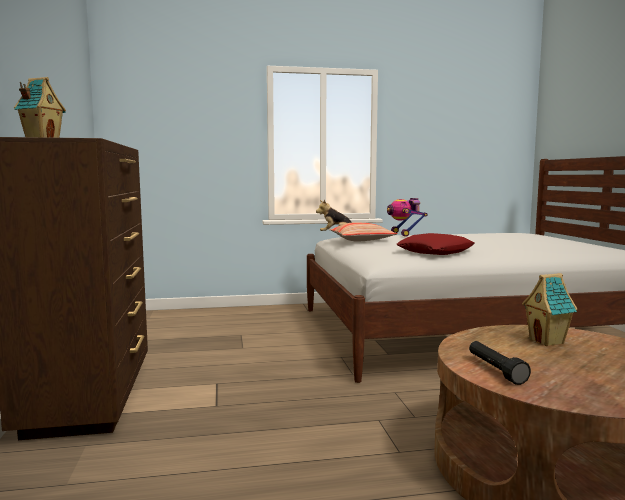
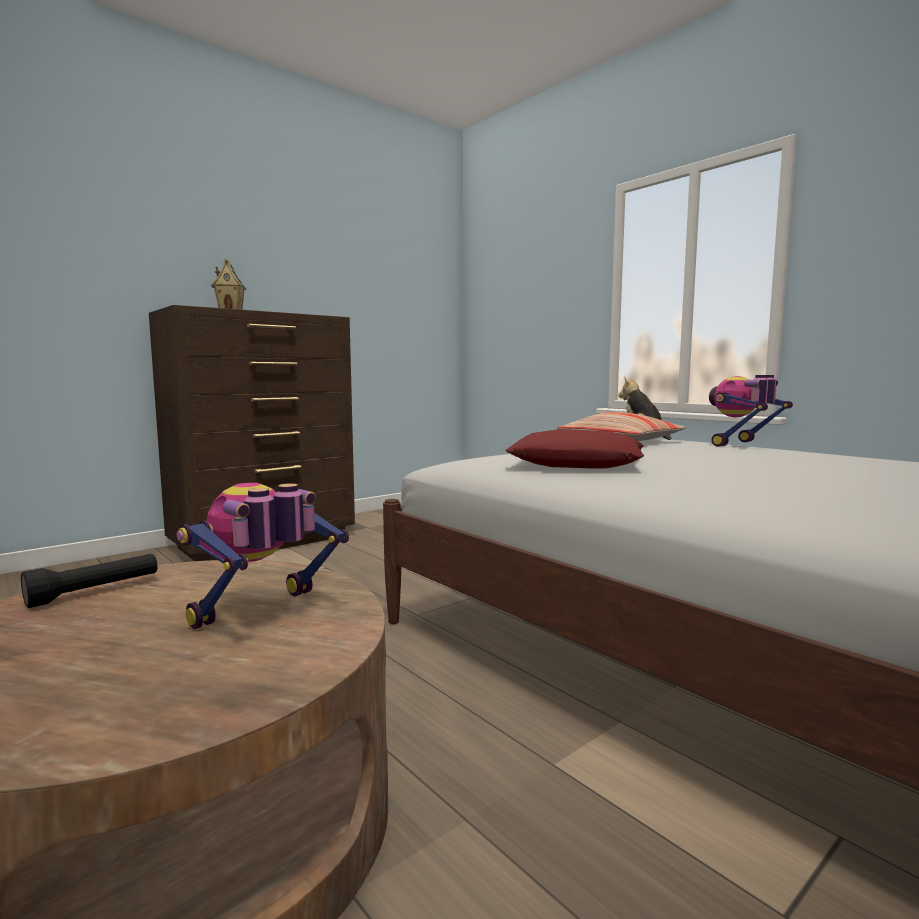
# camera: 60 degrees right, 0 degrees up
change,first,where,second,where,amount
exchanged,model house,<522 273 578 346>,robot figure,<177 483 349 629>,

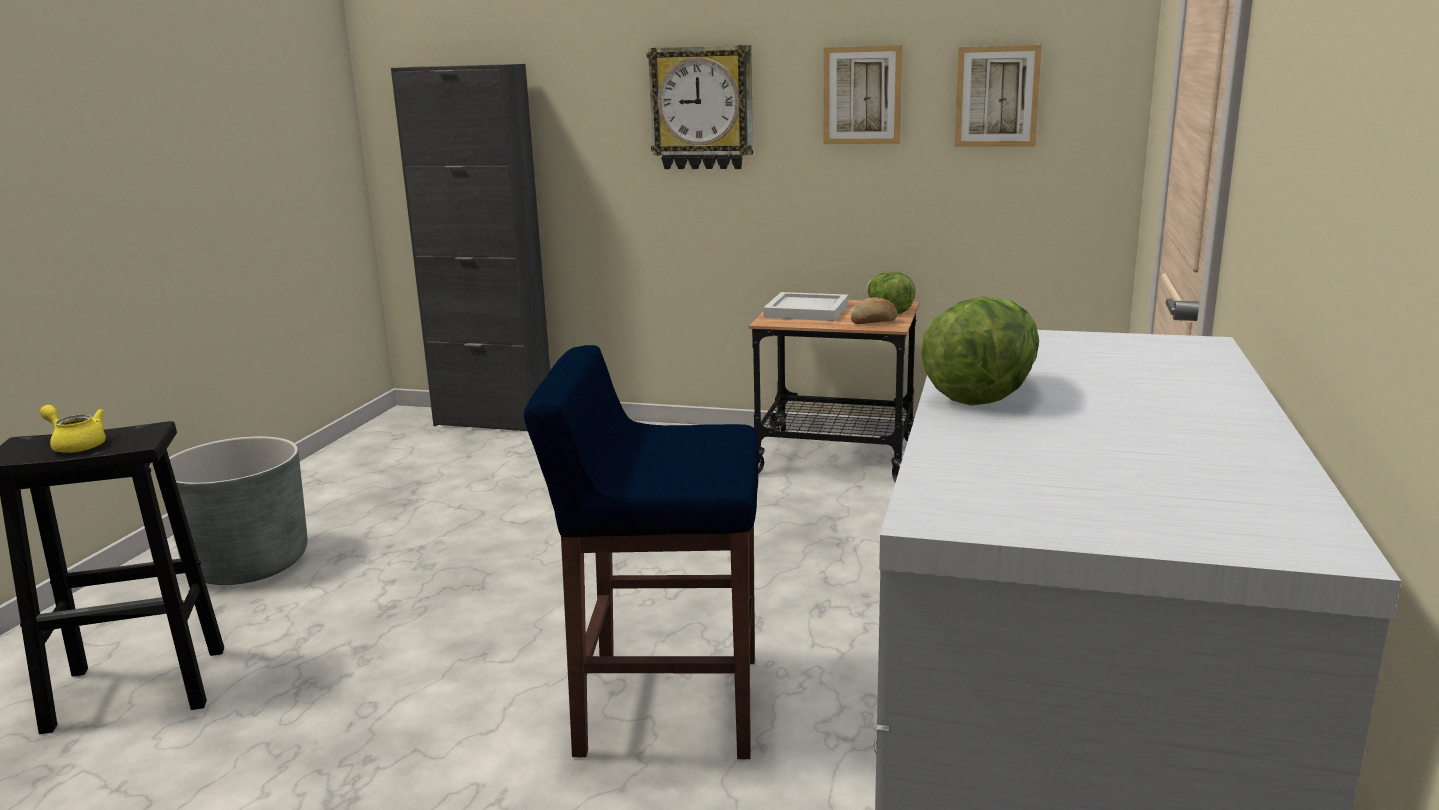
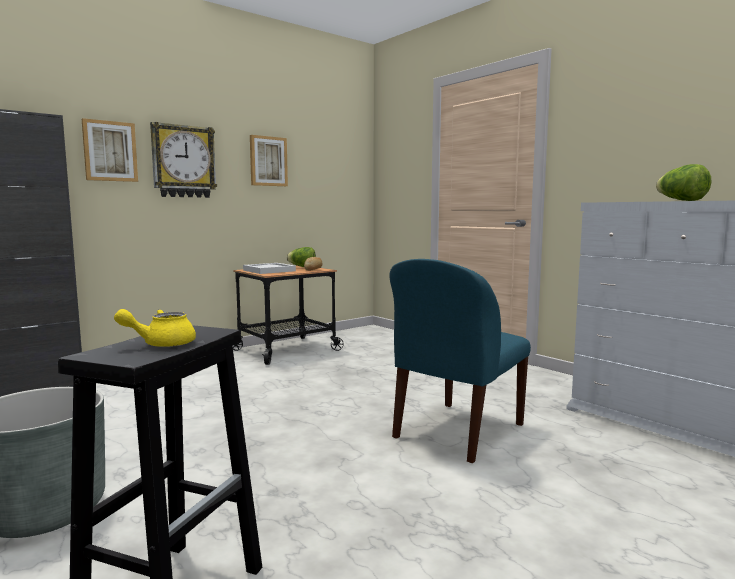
# camera: 55 degrees left, 10 degrees down
change,first,where,second,where,amount
exchanged,stool seat (bluish),<524 345 759 760>,plain chair (bluish),<389 259 531 463>,
relocated,wall picture,<955 45 1042 147>,,<82 118 138 182>,

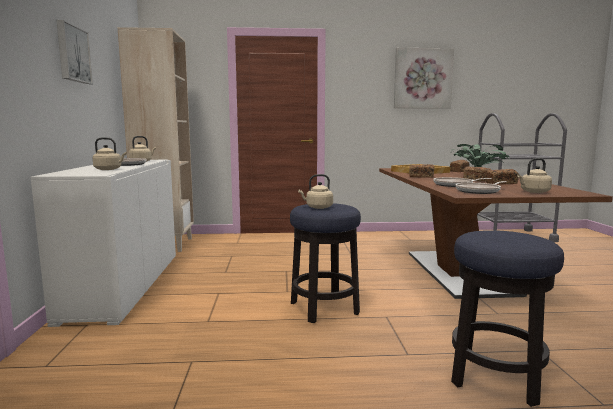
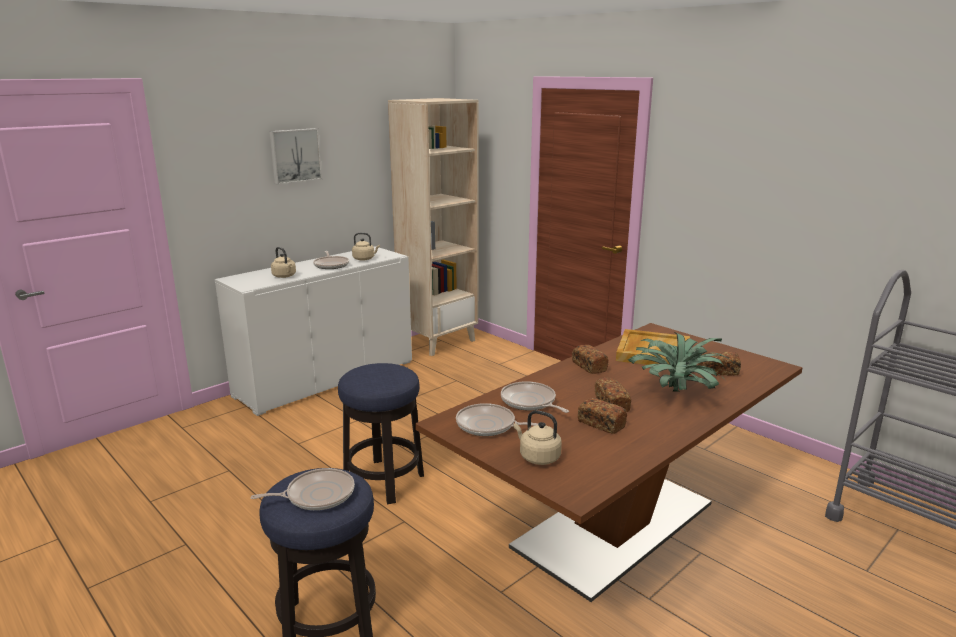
# camera: 50 degrees right, 10 degrees up
change,first,where,second,where,amount
missing,kettle (beige-coloured),<298 174 333 209>,,,
missing,wall picture,<394 48 454 108>,,,
appeared,,,skillet,<250 468 355 510>,

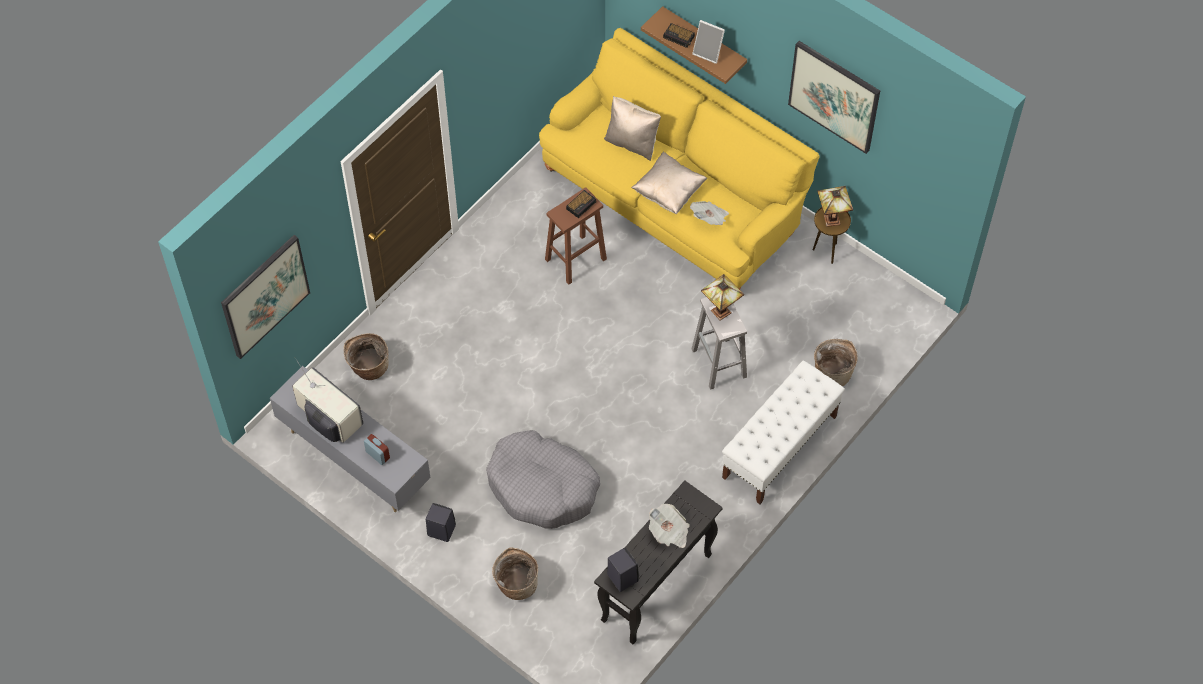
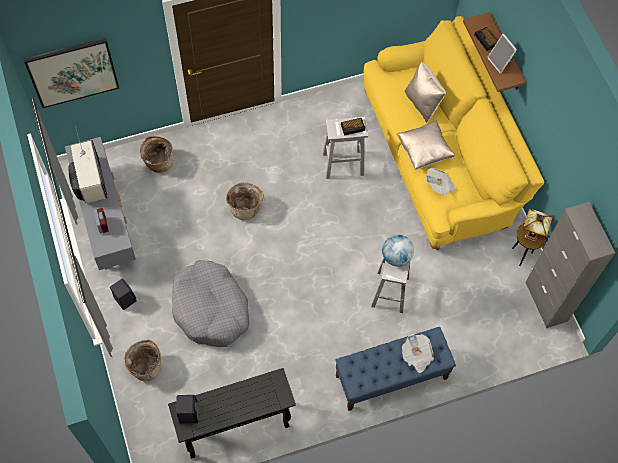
# camera: 30 degrees right, 5 degrees up
change,first,where,second,where,amount
colour,stool seat (brownish),<545 187 607 285>,stool seat (white),<323 116 368 179>,
relocated,daily paper,<649 504 690 548>,,<402 333 434 373>,
exchanged,table lamp,<701 274 744 320>,globe,<382 235 414 267>,
colour,long seat (white),<722 361 845 504>,long seat (bluish),<336 327 456 411>,
missing,wall picture,<788 41 880 154>,,,
relocated,household basket,<814 339 858 386>,,<226 182 264 220>,
appeared,,,cupboard (grey),<525 202 615 328>,

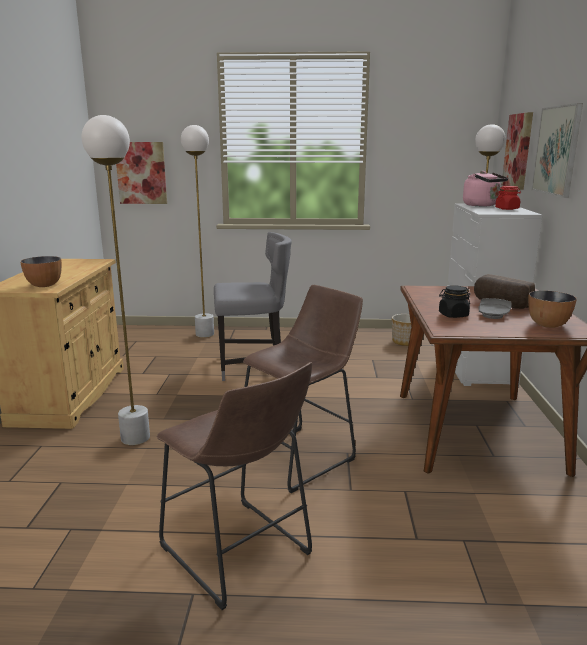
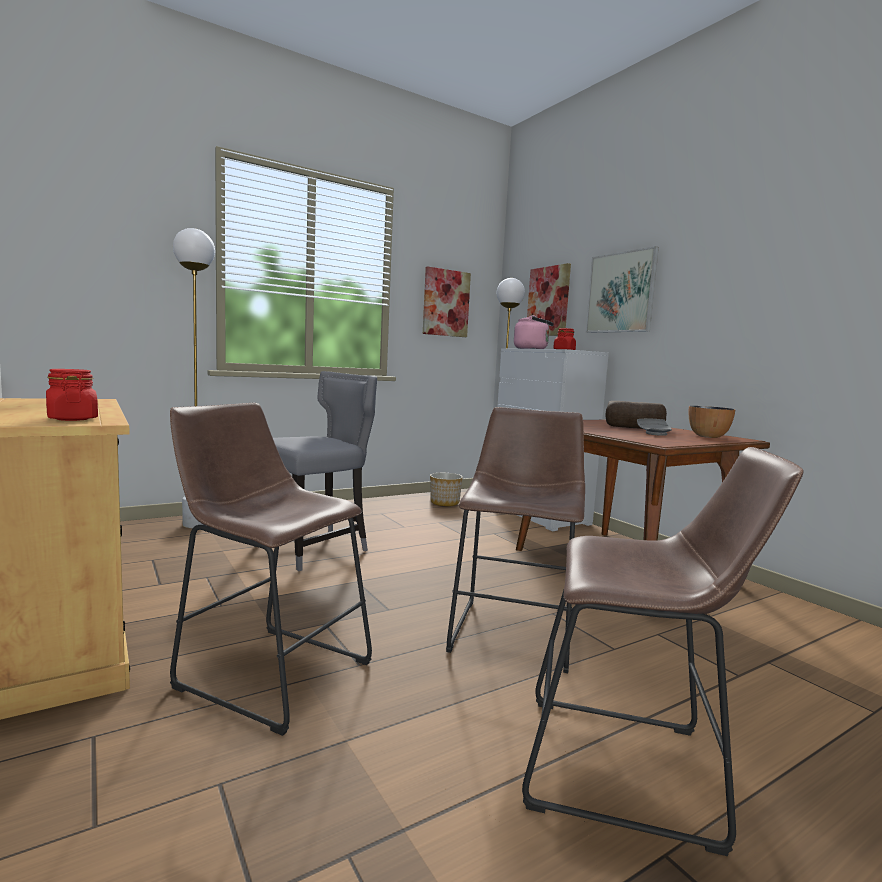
# camera: 35 degrees left, 10 degrees down
change,first,where,second,where,amount
exchanged,serving bowl,<20 256 62 287>,jar (red-coloured),<46 369 98 421>,
exchanged,floor lamp (white),<81 115 150 445>,stool seat (brownish),<170 403 372 736>,
relocated,wall picture,<116 142 167 204>,,<423 266 471 337>,
missing,jar (black-coloured),<439 285 470 318>,,,

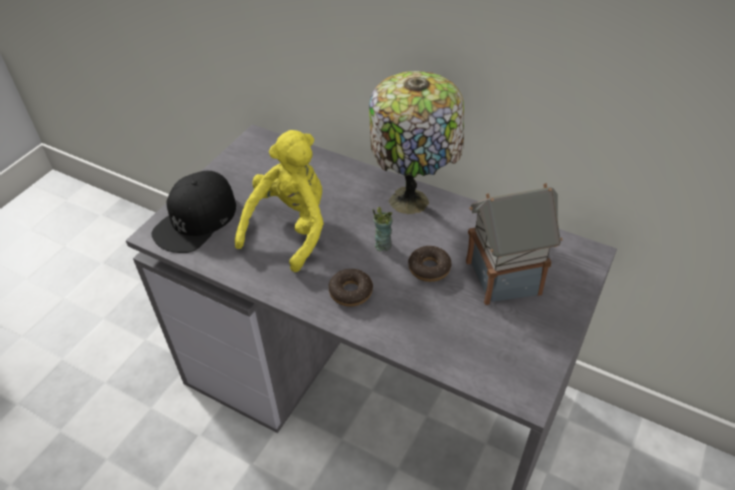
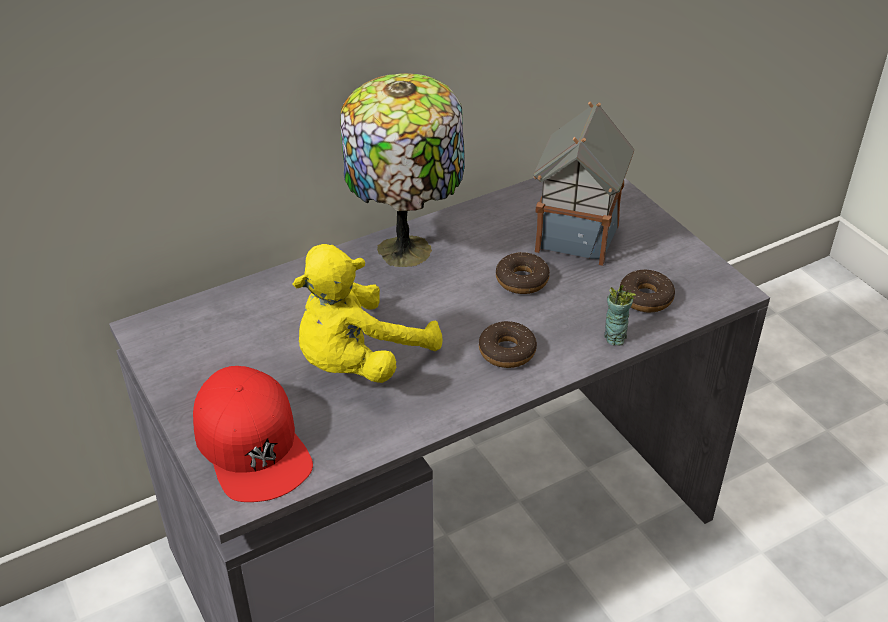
# camera: 60 degrees left, 5 degrees down
change,first,where,second,where,amount
colour,cap (black-coloured),<151 171 236 253>,cap (red-coloured),<193 366 313 502>,
spun,cuddly toy (yellow),<235 130 324 272>,,<293 244 442 383>,105 degrees counterclockwise
relocated,drinking cup,<372 207 392 251>,,<604 285 636 346>,
appeared,,,ring doughnut,<620 270 675 312>,

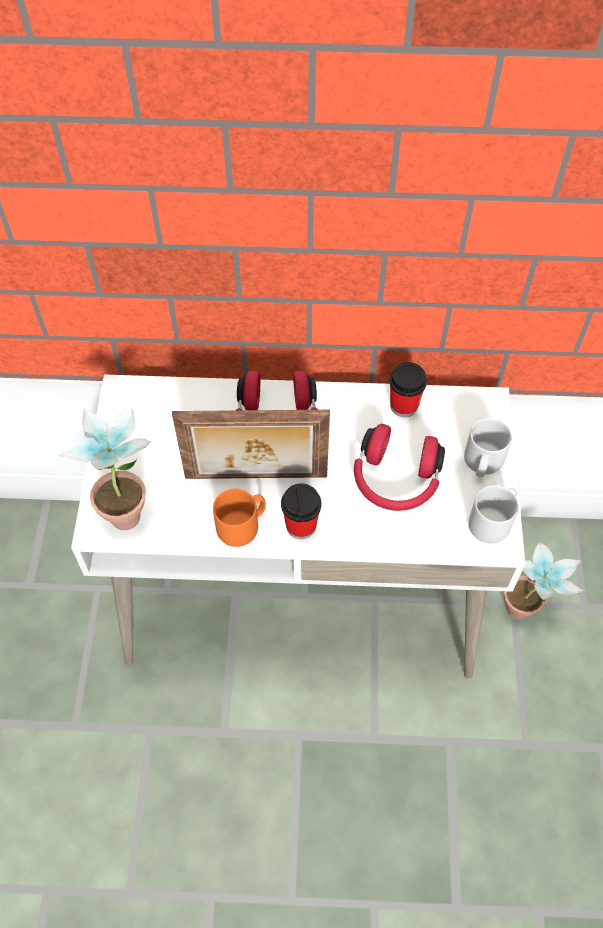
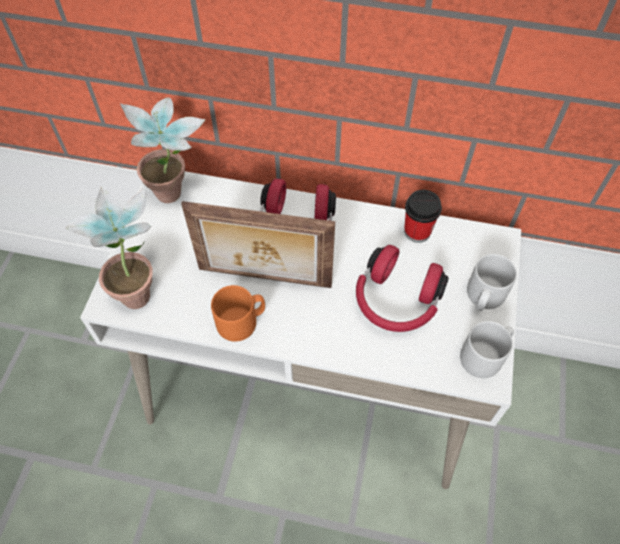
# camera: 10 degrees right, 0 degrees up
change,first,where,second,where,amount
missing,drinking cup,<281 483 321 539>,,,
relocated,houseplant,<504 542 584 619>,,<120 97 206 203>,

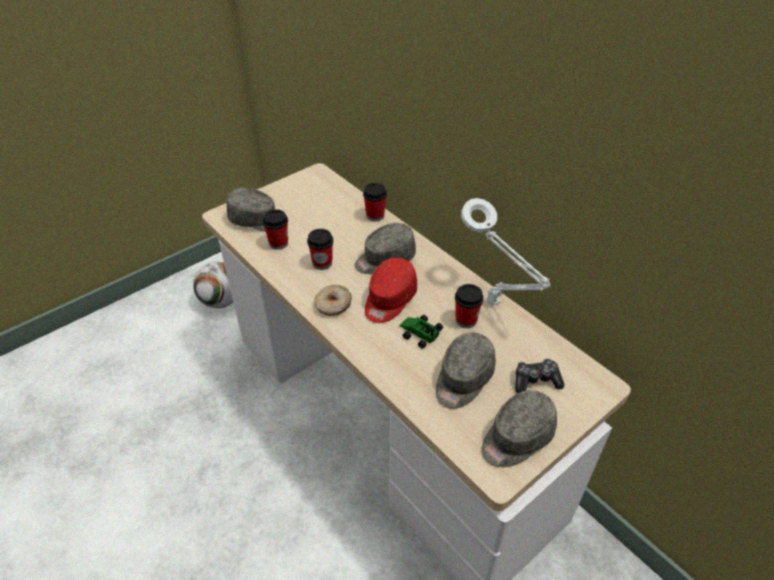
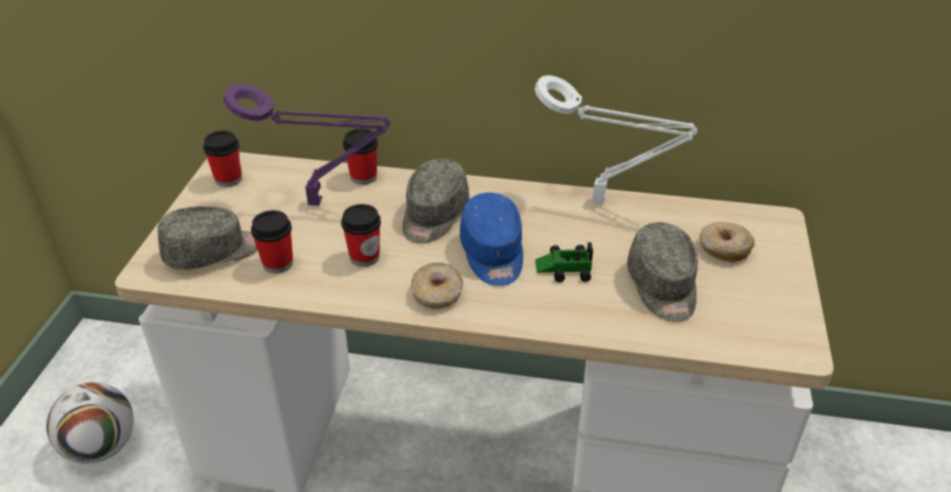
# camera: 40 degrees left, 5 degrees down
change,first,where,second,where,amount
colour,cap (red-coloured),<365 258 417 323>,cap (bluish),<460 192 523 286>,
relocated,drinking cup,<455 284 484 328>,,<203 131 242 187>,
missing,cap (grey),<481 390 557 467>,,,
exchanged,gamepad,<515 359 564 393>,ring doughnut,<700 222 755 263>,
appeared,,,table lamp (purplish),<223 84 391 206>,

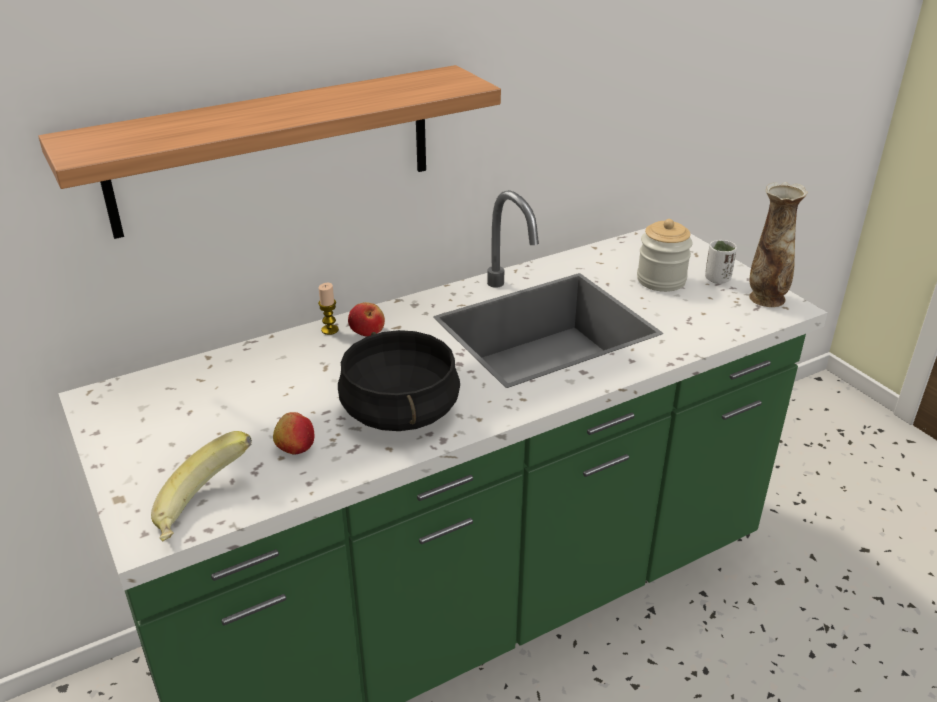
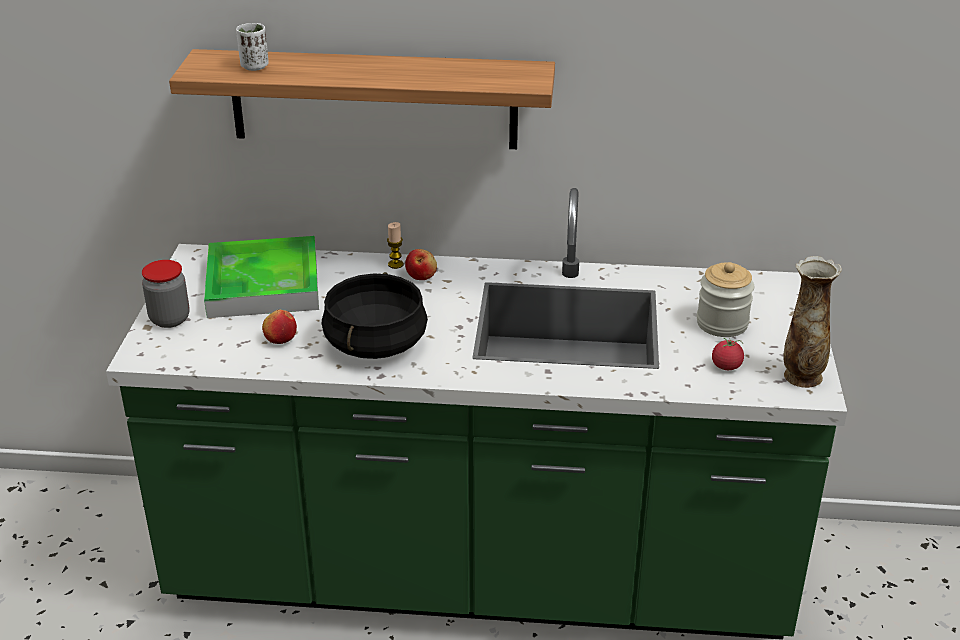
# camera: 35 degrees right, 0 degrees up
change,first,where,second,where,amount
missing,whole banana,<151 431 252 541>,,,
relocated,drinking cup (white),<705 240 737 284>,,<236 23 269 71>,
appeared,,,jar,<142 260 190 328>,
appeared,,,tray,<204 236 319 318>,
appeared,,,tomato,<712 338 744 370>,

